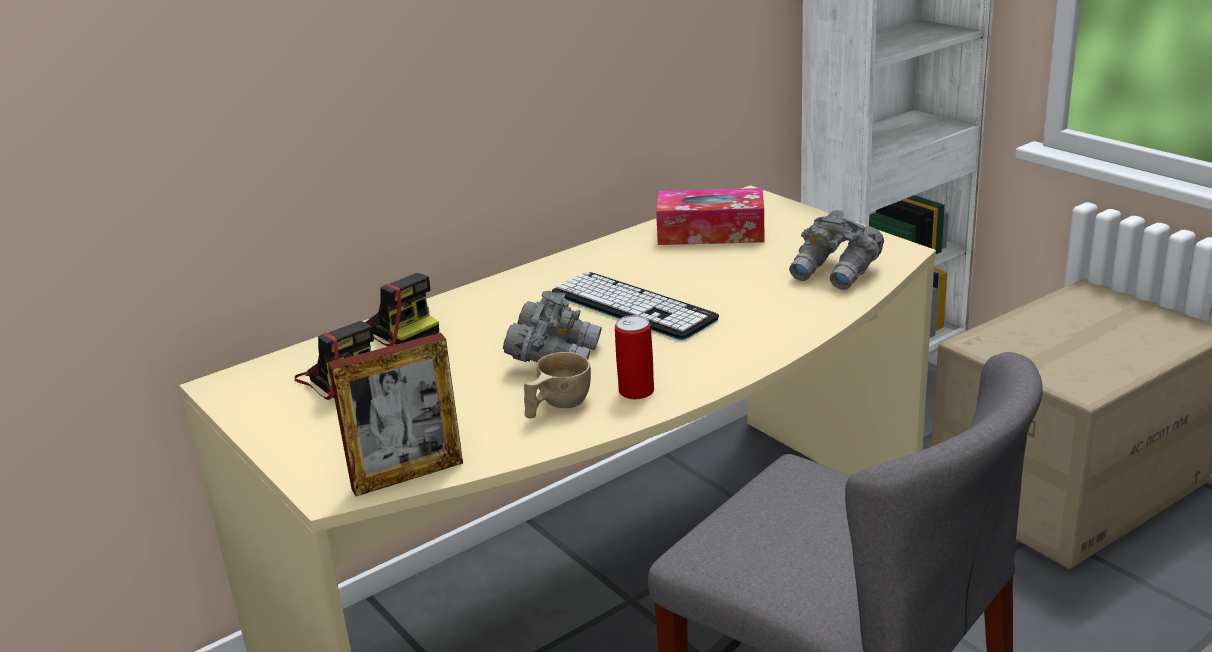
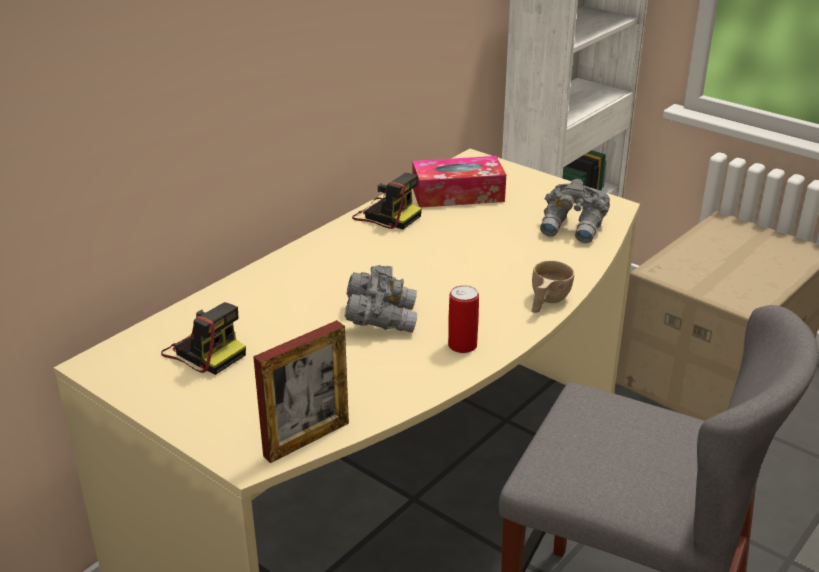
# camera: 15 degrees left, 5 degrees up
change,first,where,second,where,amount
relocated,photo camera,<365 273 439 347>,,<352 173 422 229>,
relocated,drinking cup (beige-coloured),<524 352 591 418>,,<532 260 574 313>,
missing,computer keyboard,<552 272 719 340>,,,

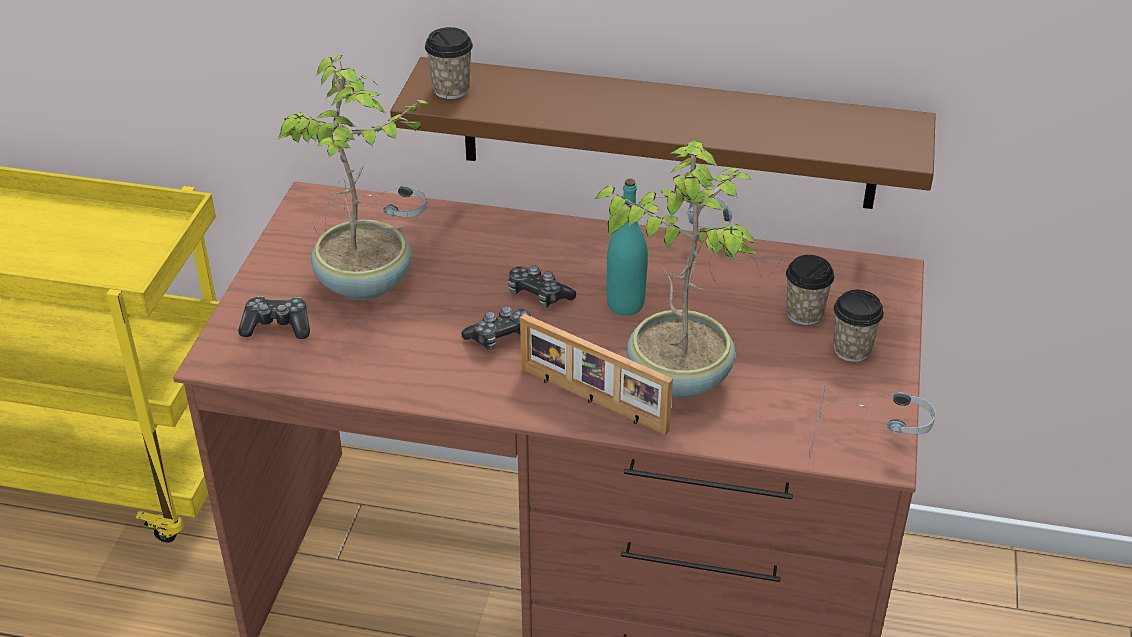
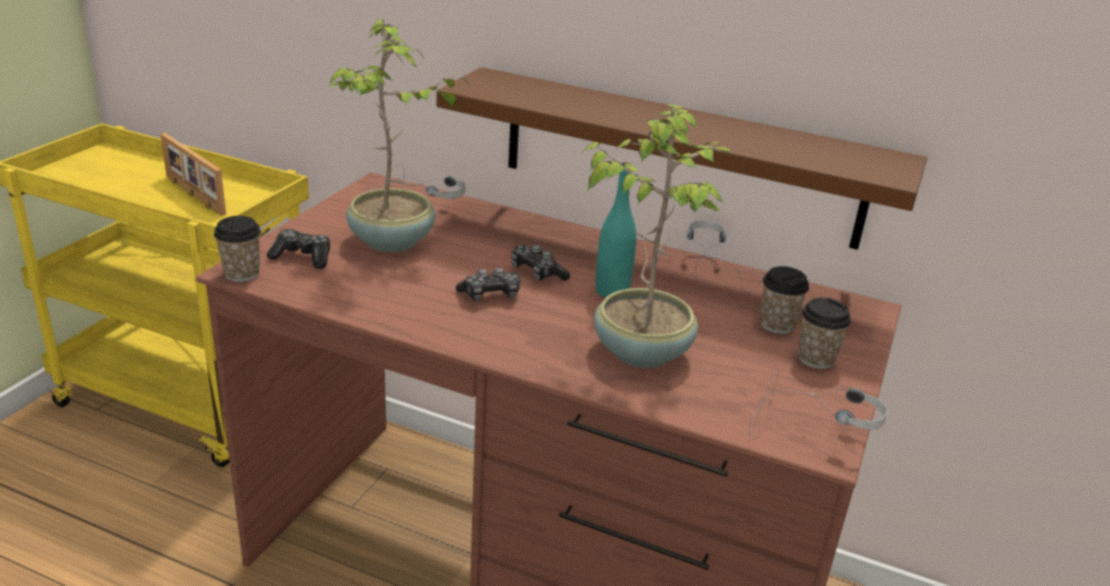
# camera: 10 degrees right, 10 degrees down
change,first,where,second,where,amount
relocated,drinking cup,<425 27 473 99>,,<214 216 261 282>,
relocated,photo frame,<520 314 673 435>,,<160 133 226 216>,

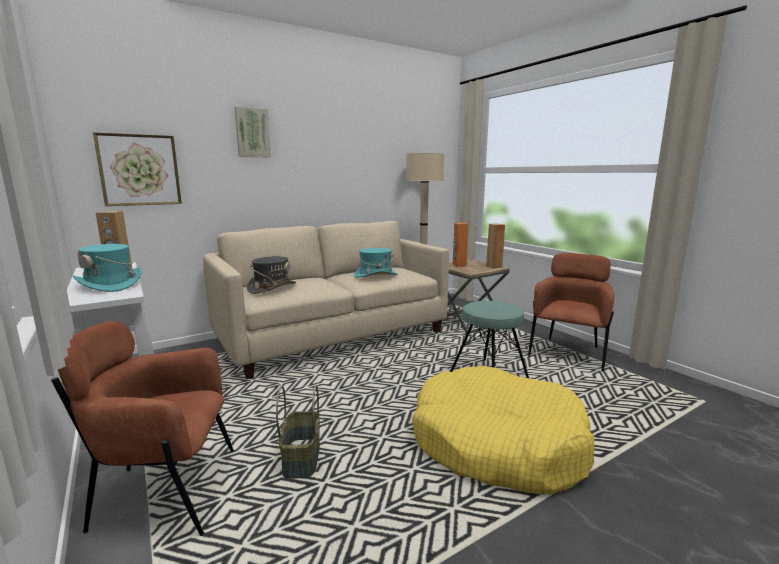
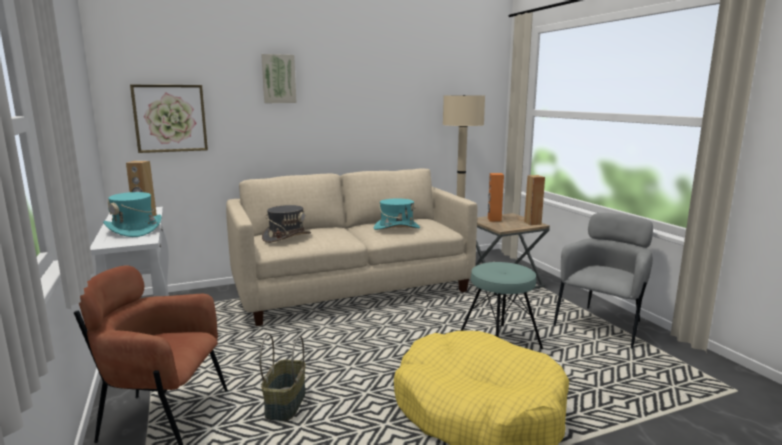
# camera: 10 degrees right, 0 degrees up
change,first,where,second,where,amount
colour,easy chair (brownish),<528 253 615 372>,easy chair (grey),<554 213 653 349>,

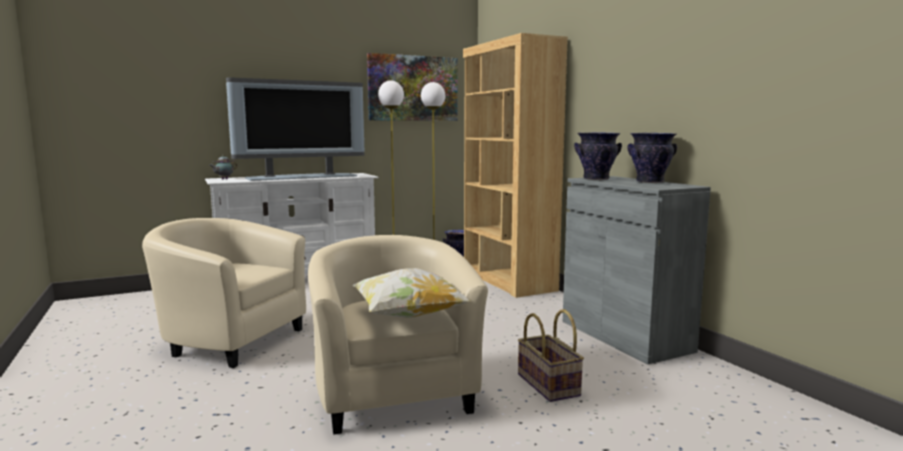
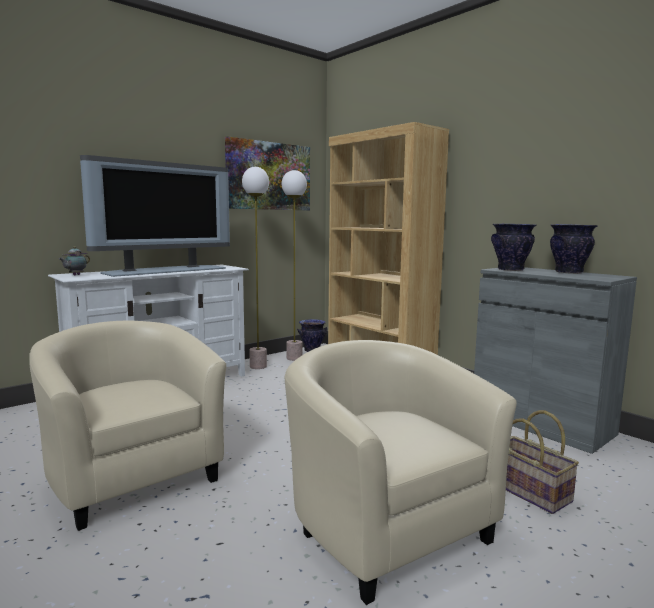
# camera: 15 degrees left, 0 degrees up
change,first,where,second,where,amount
spun,easy chair (beige-coloured),<142 218 306 368>,,<29 321 226 531>,45 degrees clockwise
missing,pillow,<352 268 470 318>,,,

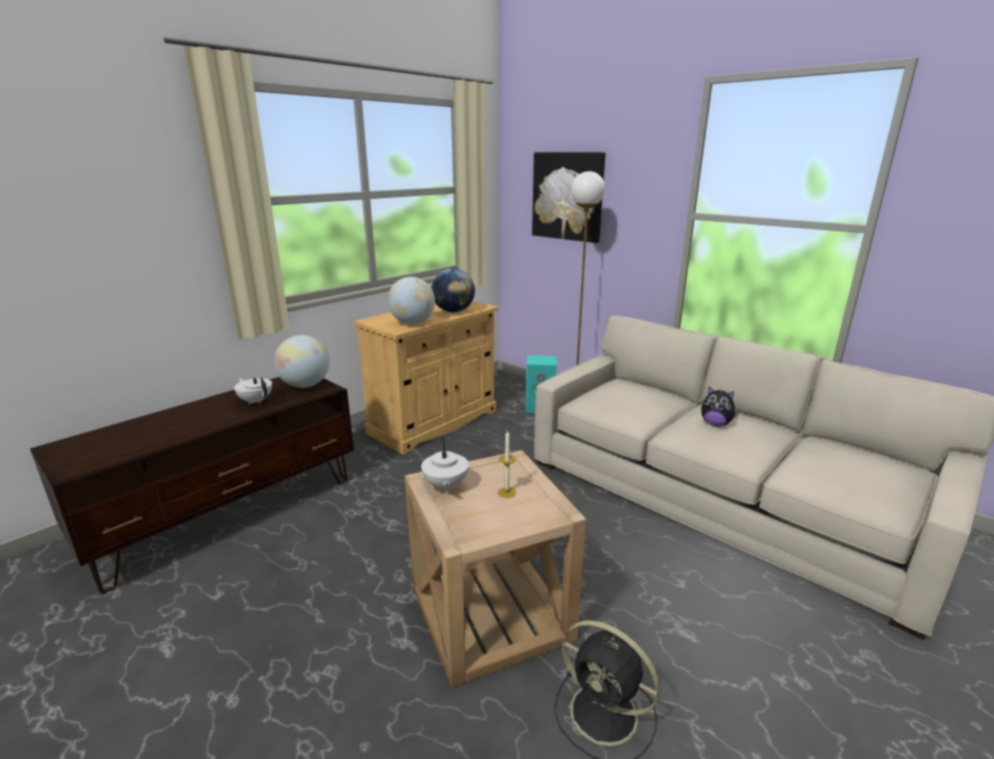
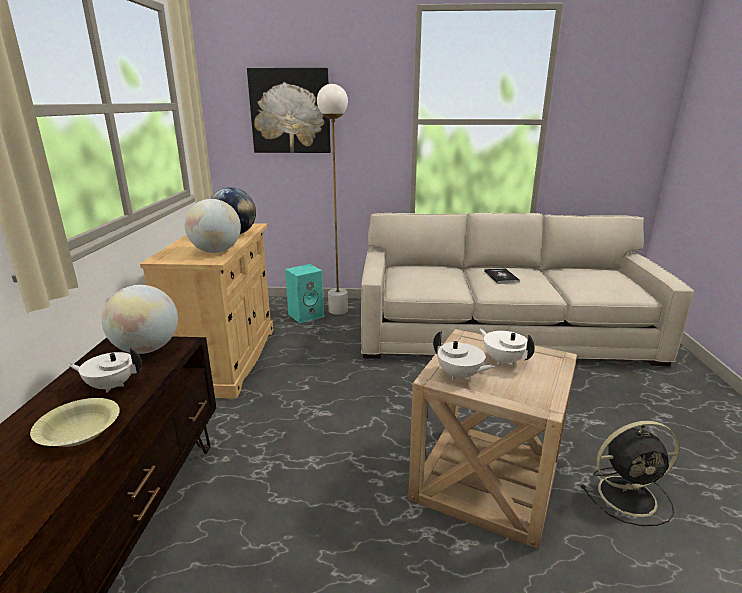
# camera: 40 degrees left, 0 degrees up
change,first,where,second,where,amount
exchanged,candle,<498 430 516 498>,teapot (white),<479 328 535 365>,
exchanged,cuddly toy,<701 386 739 426>,volume,<484 268 520 284>,
appeared,,,serving bowl (yellow),<30 398 120 447>,

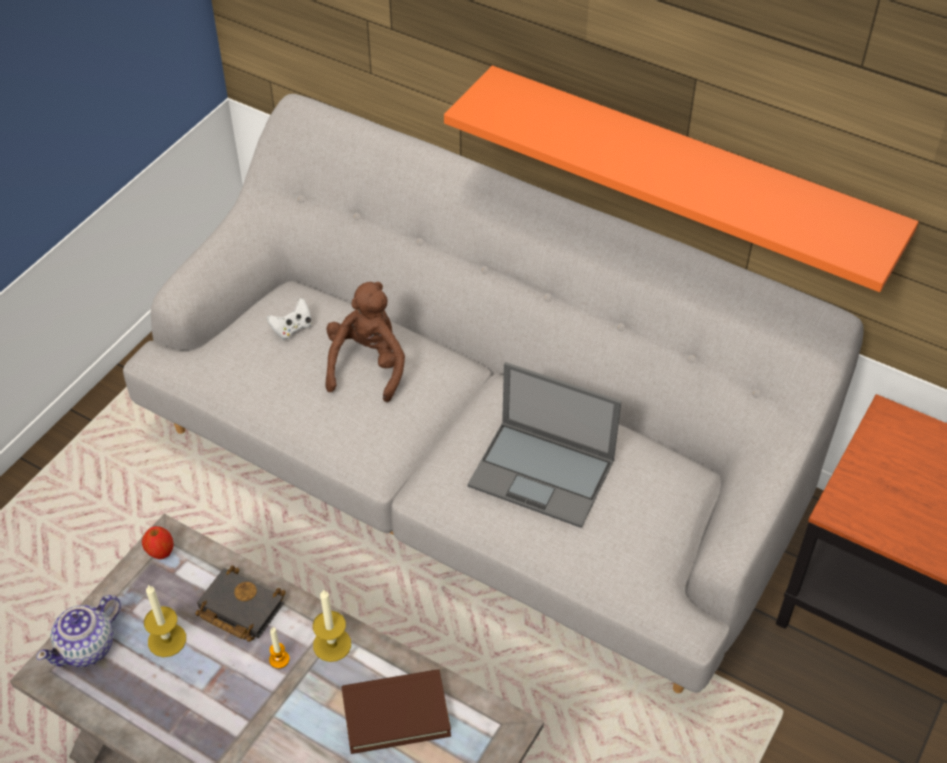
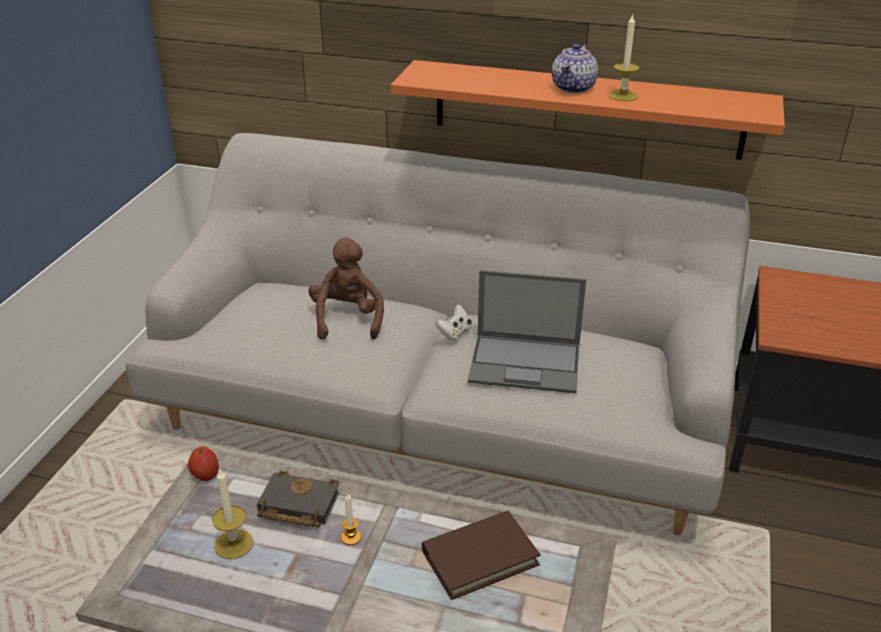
# camera: 15 degrees left, 15 degrees down
change,first,where,second,where,amount
relocated,teapot,<36 595 121 667>,,<552 44 598 94>,
relocated,gamepad (white),<266 298 312 340>,,<435 305 472 341>,
relocated,candle,<313 589 351 662>,,<608 14 640 101>,

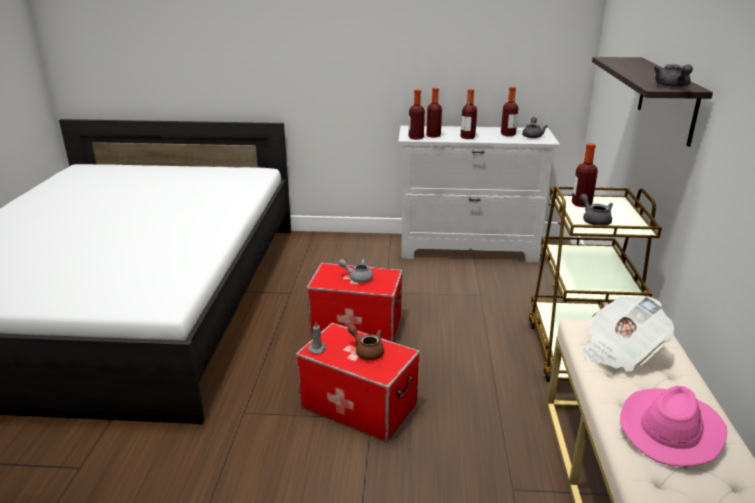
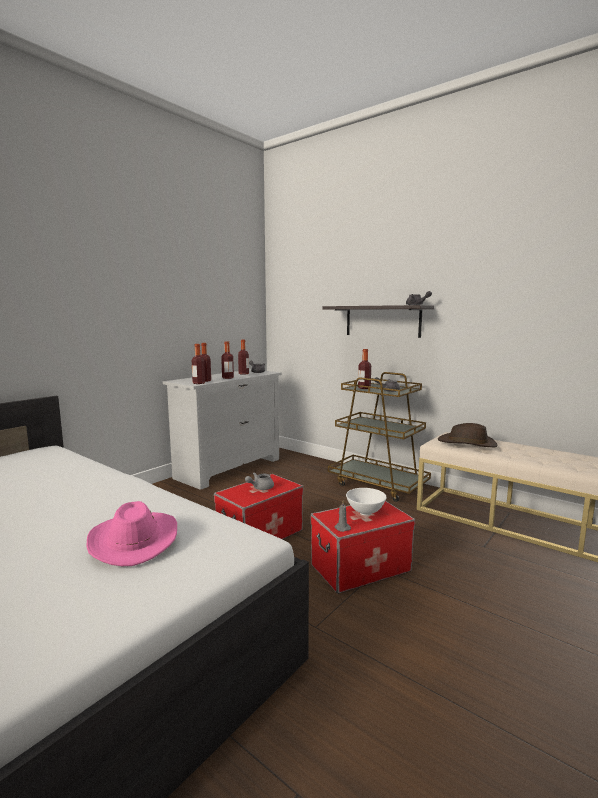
# camera: 55 degrees left, 15 degrees down
change,first,where,second,where,amount
exchanged,teapot (brownish),<348 325 384 360>,serving bowl (white),<346 488 387 516>,
exchanged,daily paper,<581 296 674 371>,hat (brownish),<438 423 498 447>,
relocated,hat (pinkish),<620 386 727 467>,,<87 501 177 566>,

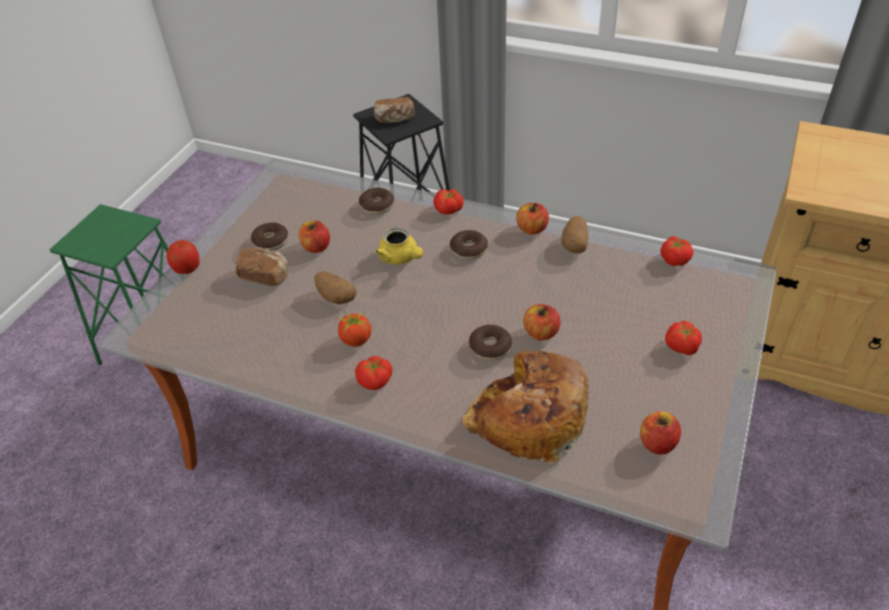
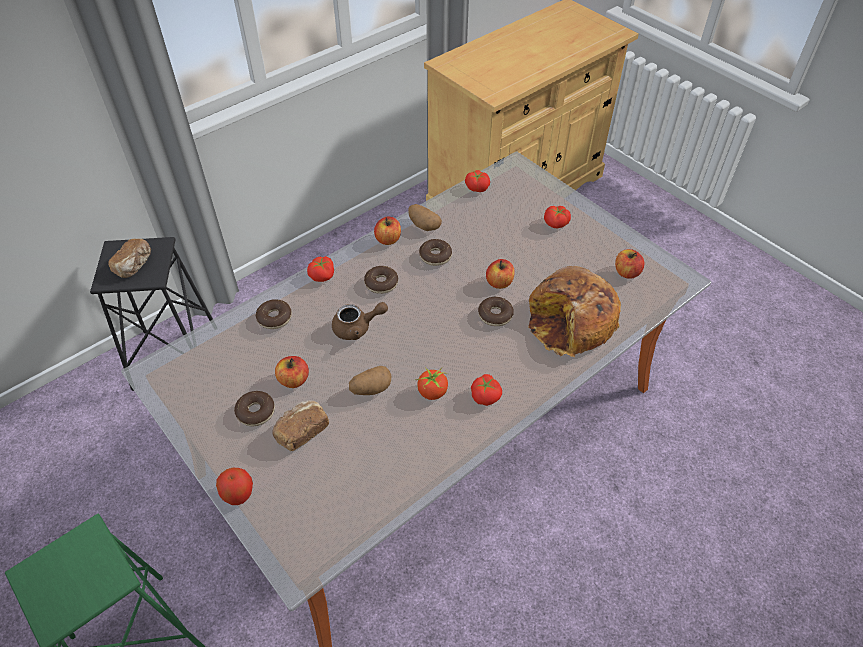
# camera: 65 degrees left, 5 degrees up
change,first,where,second,where,amount
colour,teapot (yellow),<375 228 423 265>,teapot (brownish),<332 302 388 340>,
appeared,,,ring doughnut,<419 239 452 266>,

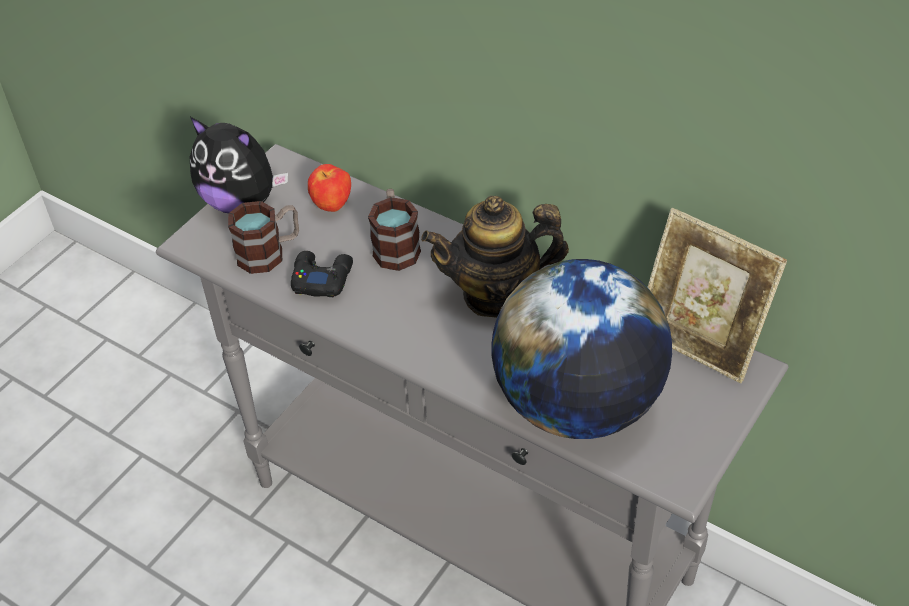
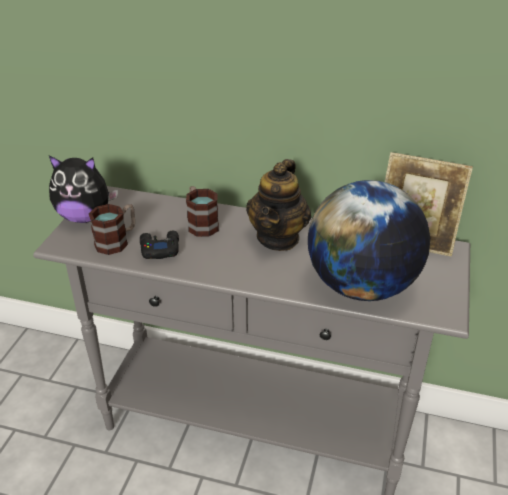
# camera: 20 degrees left, 10 degrees down
change,first,where,second,where,amount
missing,whole apple,<308 164 351 212>,,,
spun,teapot,<421 196 569 318>,,<246 159 311 251>,45 degrees counterclockwise

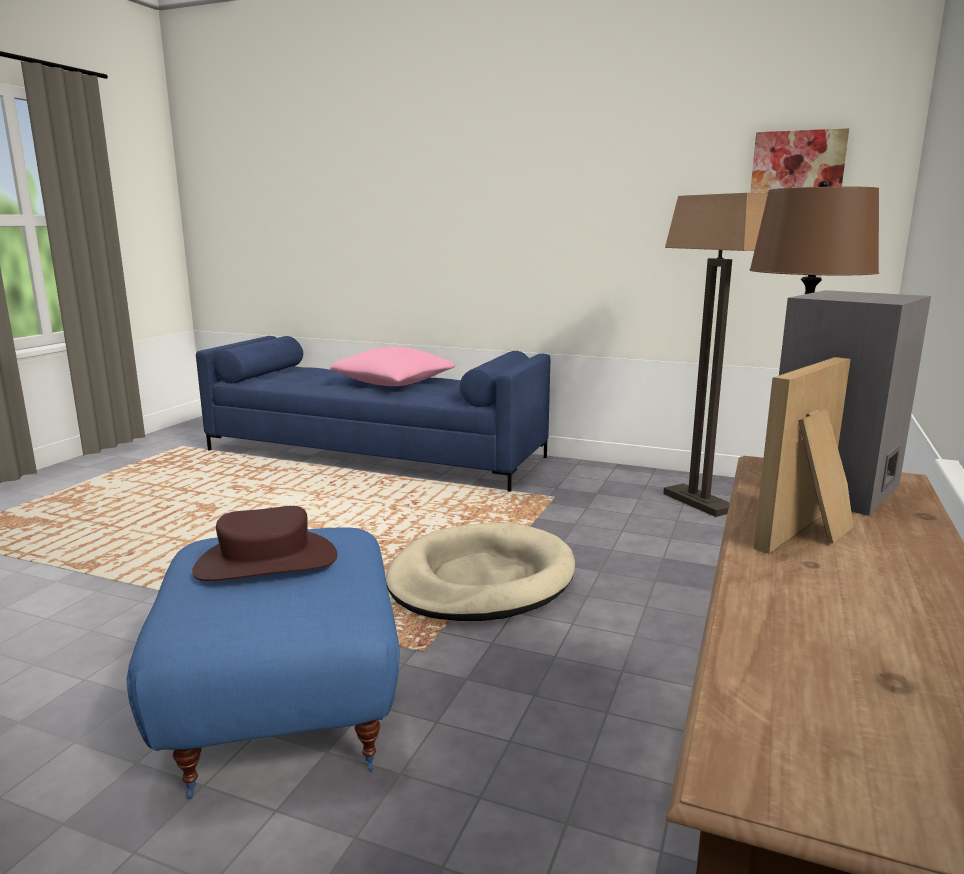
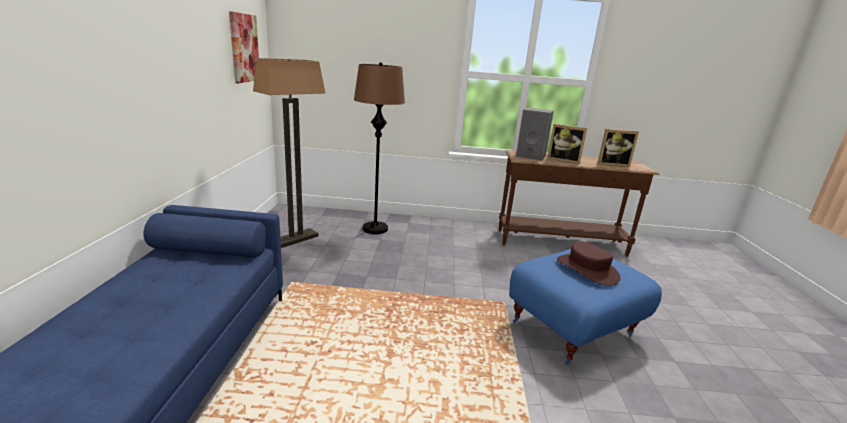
# camera: 110 degrees left, 5 degrees up
change,first,where,second,where,amount
missing,pillow (pinkish),<330 347 455 386>,,,
missing,dog cushion (beige-coloured),<386 523 575 621>,,,
appeared,,,photo frame,<597 129 639 167>,

